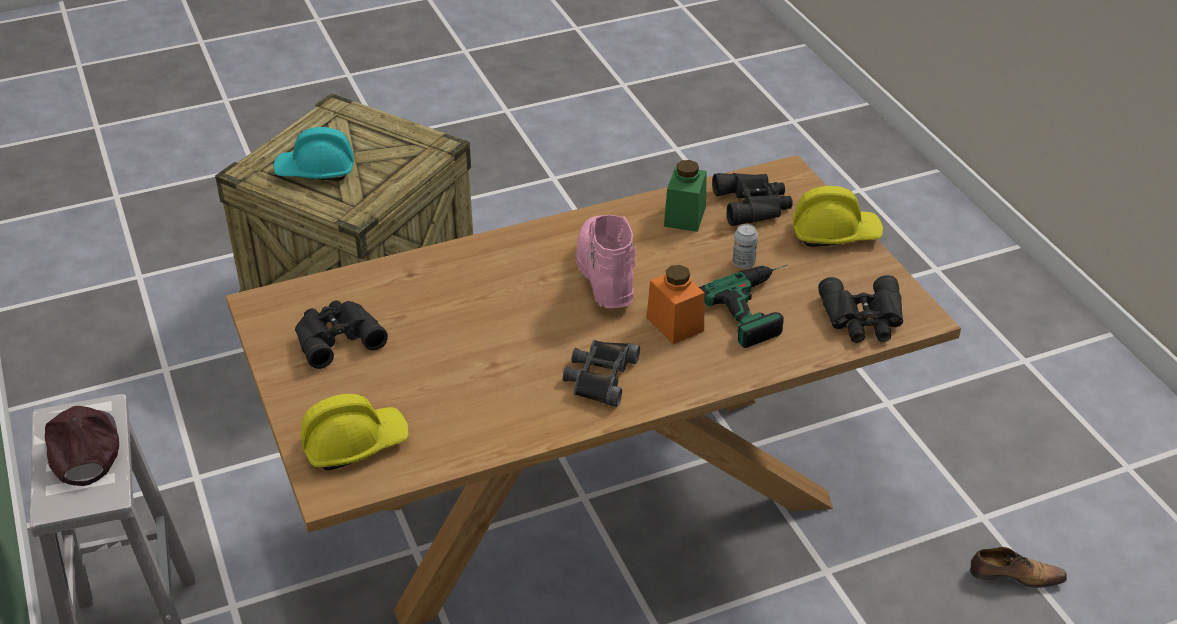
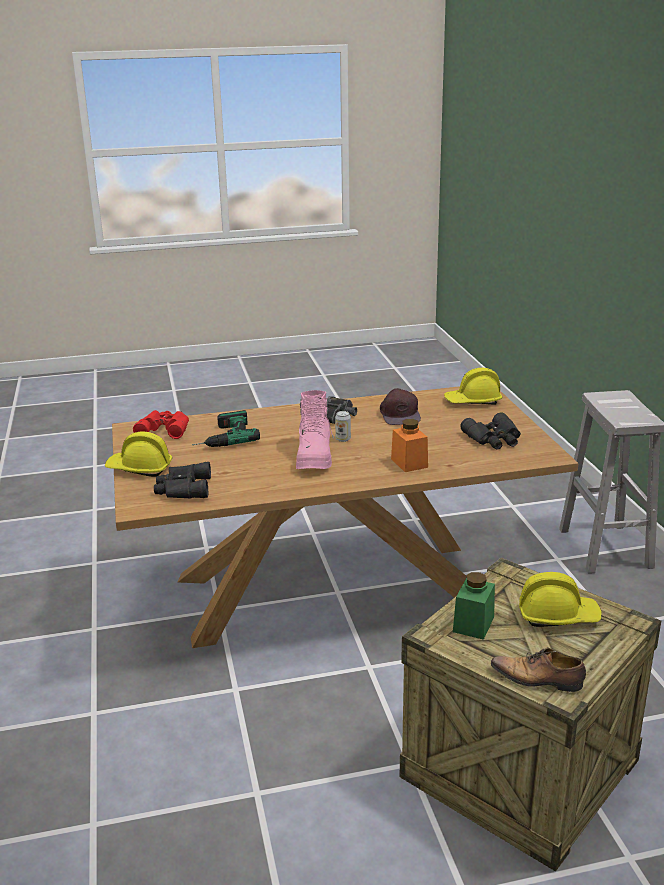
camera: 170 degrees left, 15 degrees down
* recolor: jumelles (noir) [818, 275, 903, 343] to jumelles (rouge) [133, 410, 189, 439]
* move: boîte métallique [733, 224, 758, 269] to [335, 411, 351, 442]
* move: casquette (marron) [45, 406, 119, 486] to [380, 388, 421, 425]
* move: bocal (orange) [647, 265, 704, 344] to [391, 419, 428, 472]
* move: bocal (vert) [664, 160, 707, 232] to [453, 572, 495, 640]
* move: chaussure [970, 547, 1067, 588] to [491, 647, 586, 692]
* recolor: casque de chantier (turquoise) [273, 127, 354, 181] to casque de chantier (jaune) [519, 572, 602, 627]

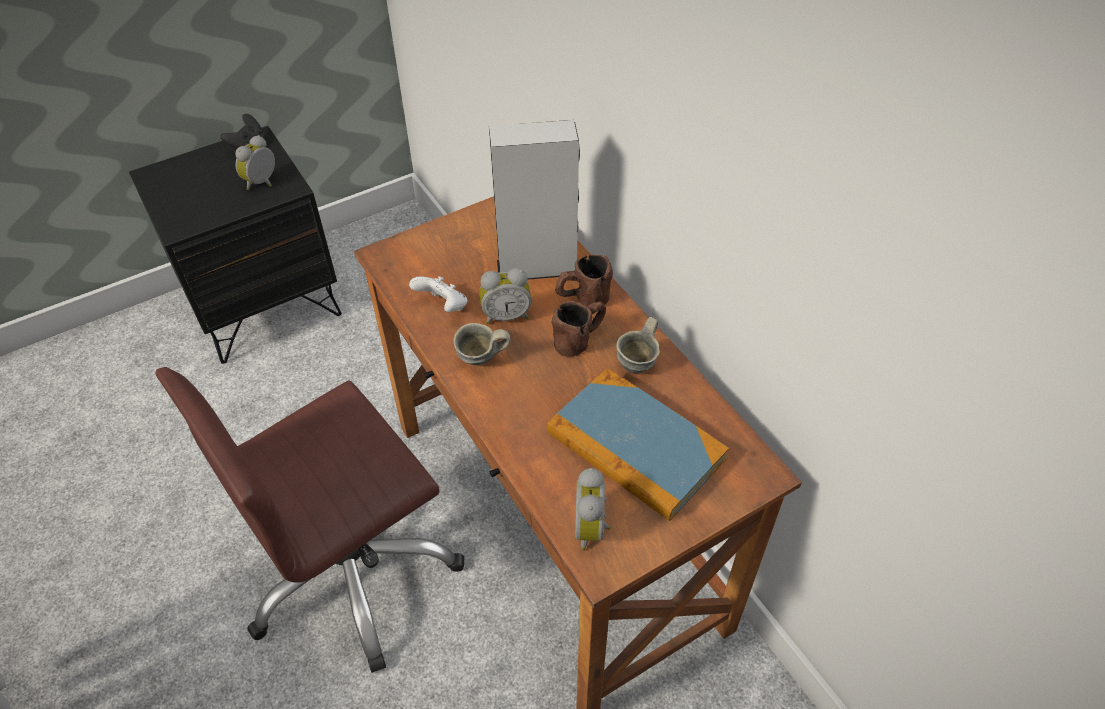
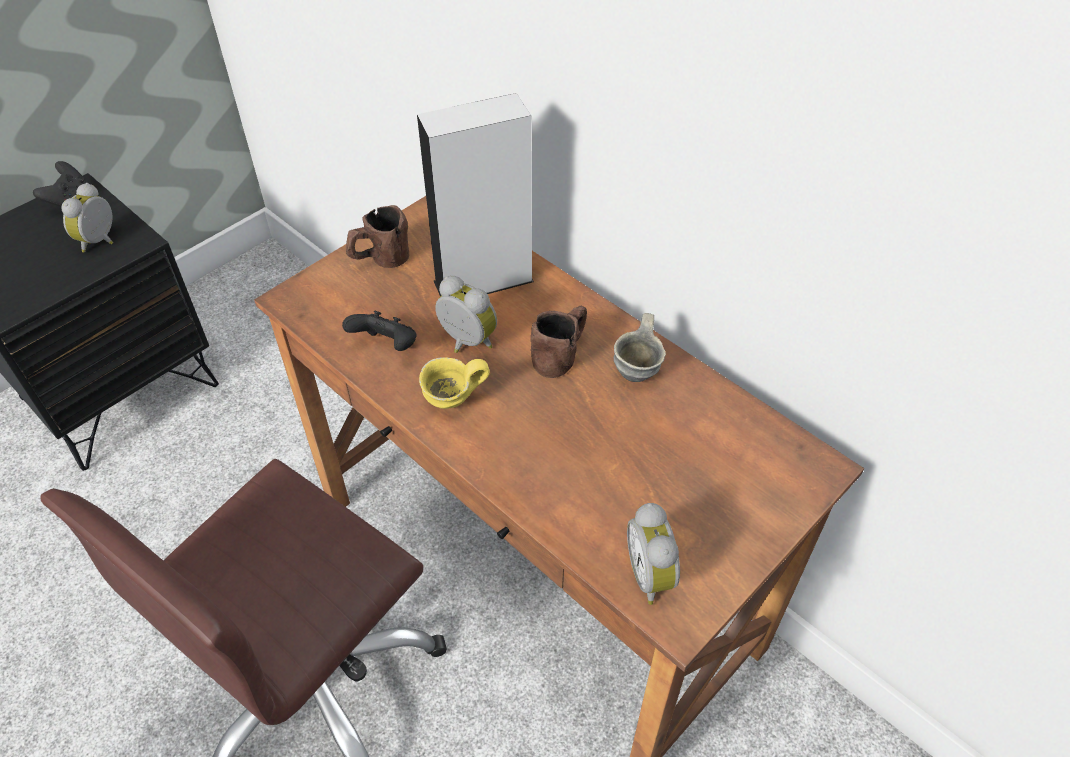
camera: 15 degrees left, 0 degrees up
* recolor: manette (blanc) [409, 276, 467, 312] to manette (noir) [342, 311, 417, 351]
* move: mug (marron) [555, 254, 613, 306] to [346, 205, 409, 268]
* recolor: mug (gris) [454, 323, 511, 365] to mug (jaune) [419, 357, 490, 409]
* rotate: réveil [479, 268, 531, 324] = [435, 276, 497, 353] 120 degrees counterclockwise
* delete: livre [547, 368, 729, 521]

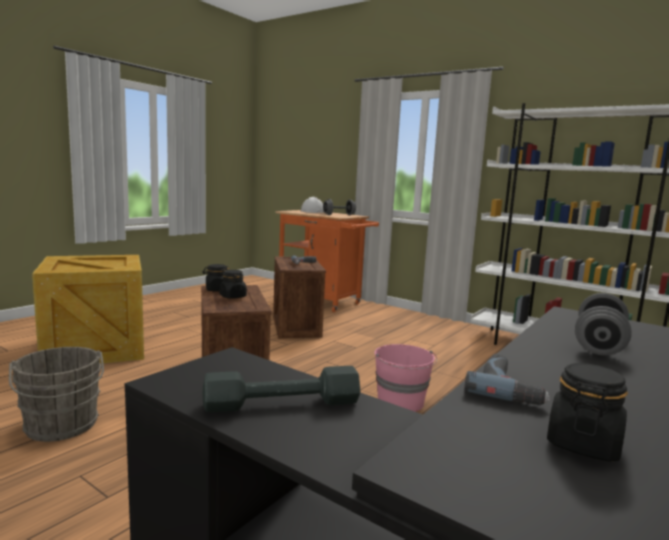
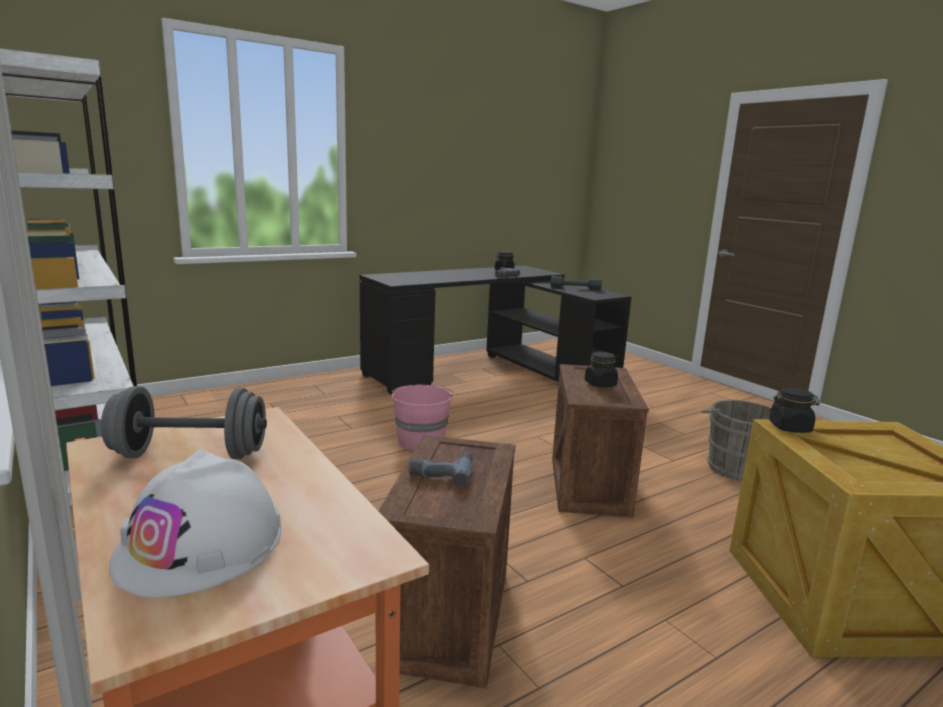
camera: 160 degrees left, 5 degrees up
* move: bocal (noir) [202, 264, 230, 292] to [769, 387, 820, 433]
* delete: haltère (gris) [575, 293, 632, 356]

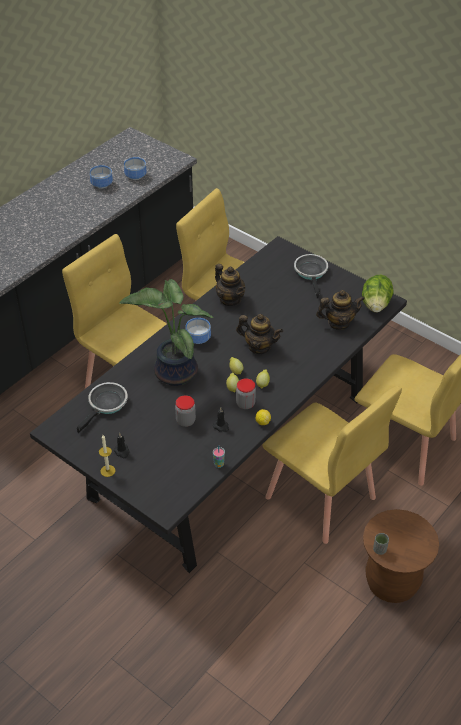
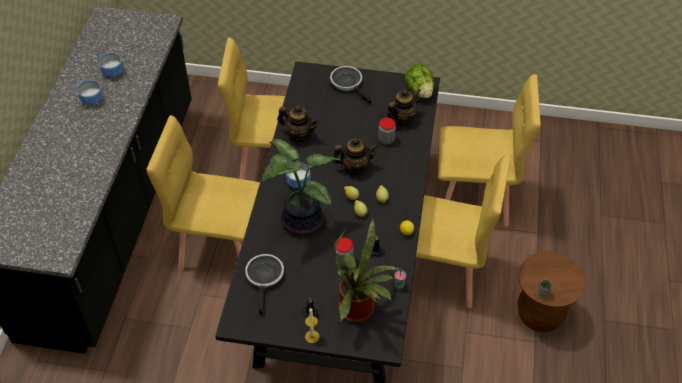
camera: 30 degrees left, 5 degrees up
* move: bol [124, 157, 147, 180] to [77, 80, 103, 105]
* insert: plante en pot [334, 219, 400, 322]
* move: bocal [236, 378, 256, 409] to [378, 118, 396, 145]

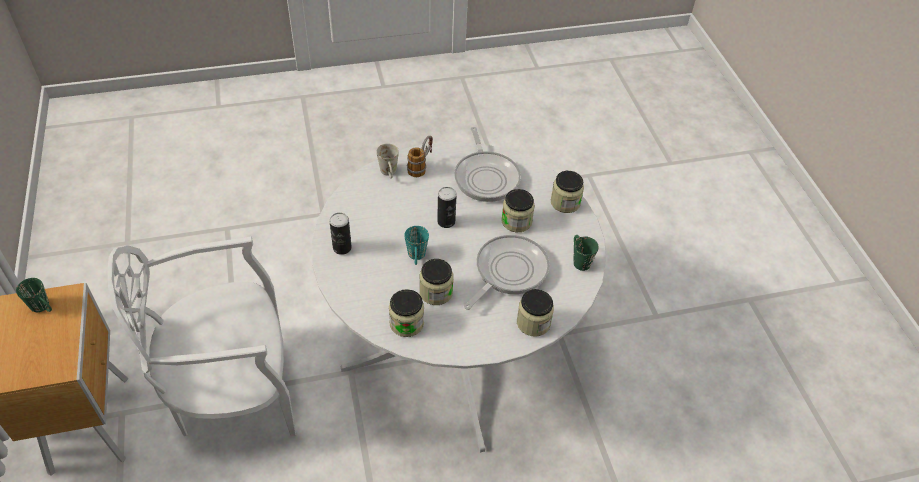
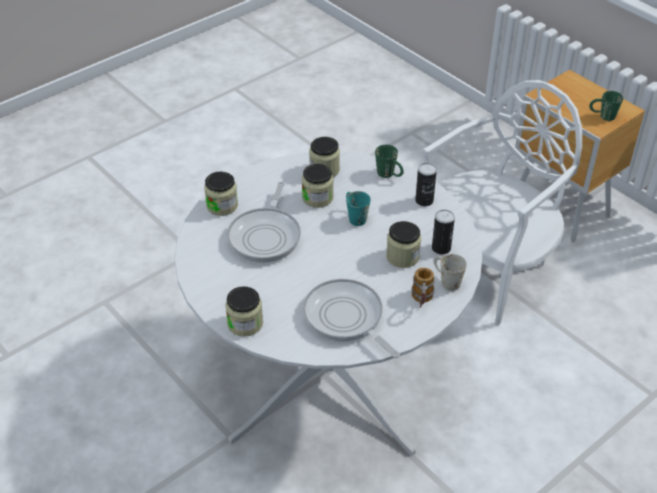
camera: 155 degrees right, 5 degrees down
* move: mug (vert) [573, 235, 599, 271] to [375, 145, 404, 178]
* move: bocal [501, 189, 535, 232] to [386, 221, 421, 268]
* move: boîte métallique [437, 187, 457, 228] to [432, 210, 455, 255]

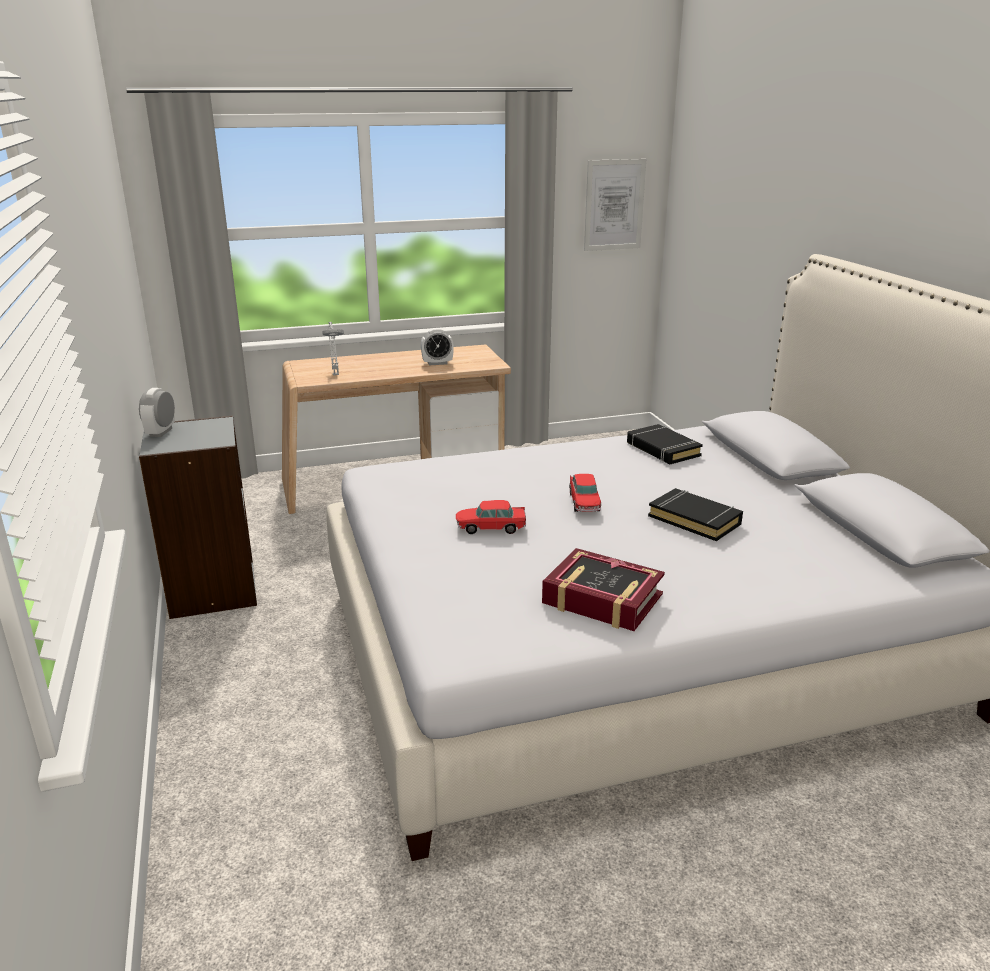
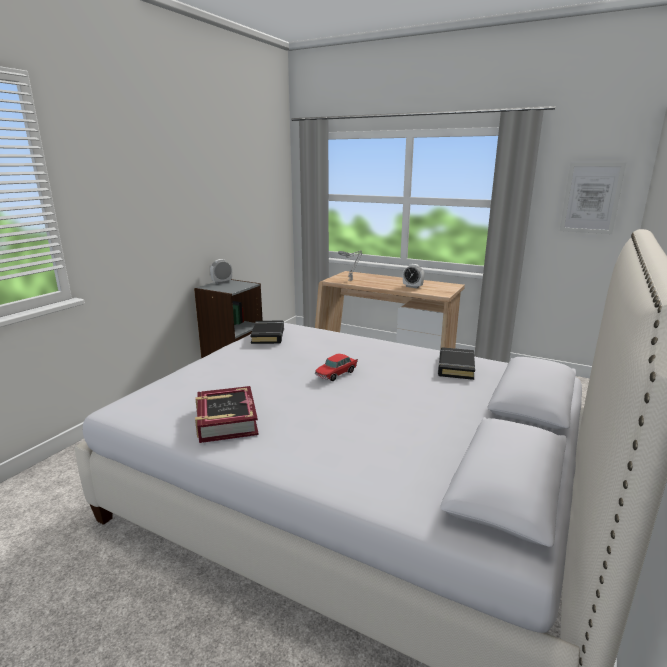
camera: 45 degrees right, 5 degrees down
* move: livre (noir) [648, 488, 743, 541] to [250, 321, 284, 344]
* delete: petite voiture [456, 500, 527, 534]

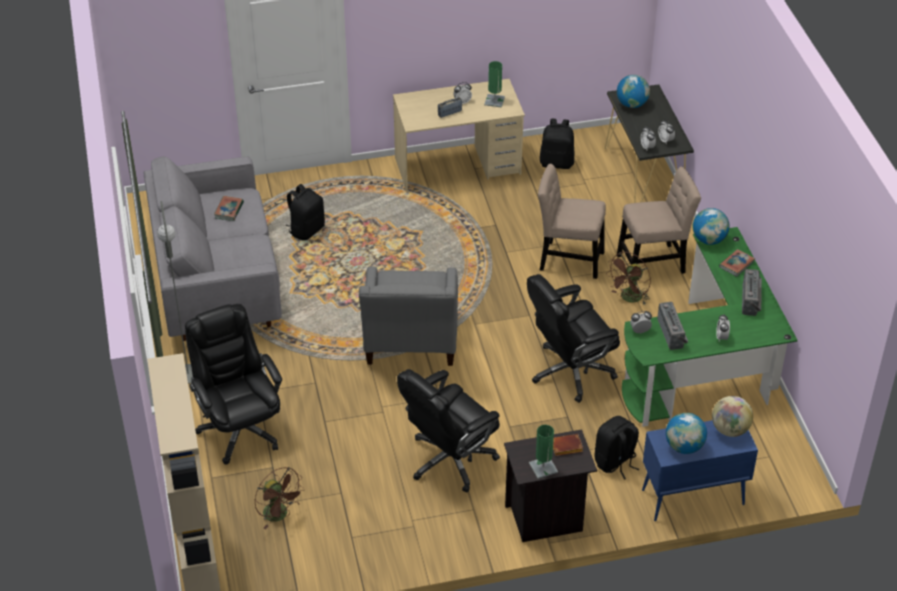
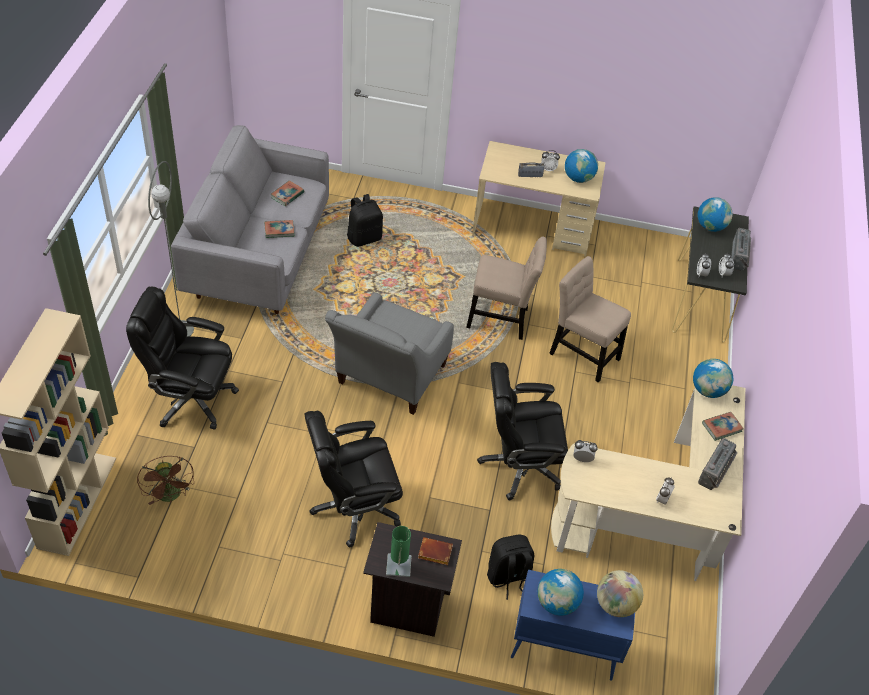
camera: 20 degrees right, 5 degrees up
* rotate: chaise de bureau (noir) [185, 304, 282, 465] = [126, 287, 239, 430] 75 degrees counterclockwise
* insert: livre [264, 220, 295, 238]
* move: chaise (beige) [617, 166, 701, 274] to [466, 236, 547, 340]
* recolor: bureau (vert) [622, 227, 798, 427] to bureau (beige) [551, 385, 745, 581]
* replace: lampe de table (vert) [484, 61, 505, 108] to globe [565, 149, 598, 183]
* move: radio [657, 302, 688, 350] to [731, 228, 751, 271]
* delete: sac à dos (noir) [540, 119, 574, 169]
* delete: ventilateur (marron) [607, 252, 651, 305]

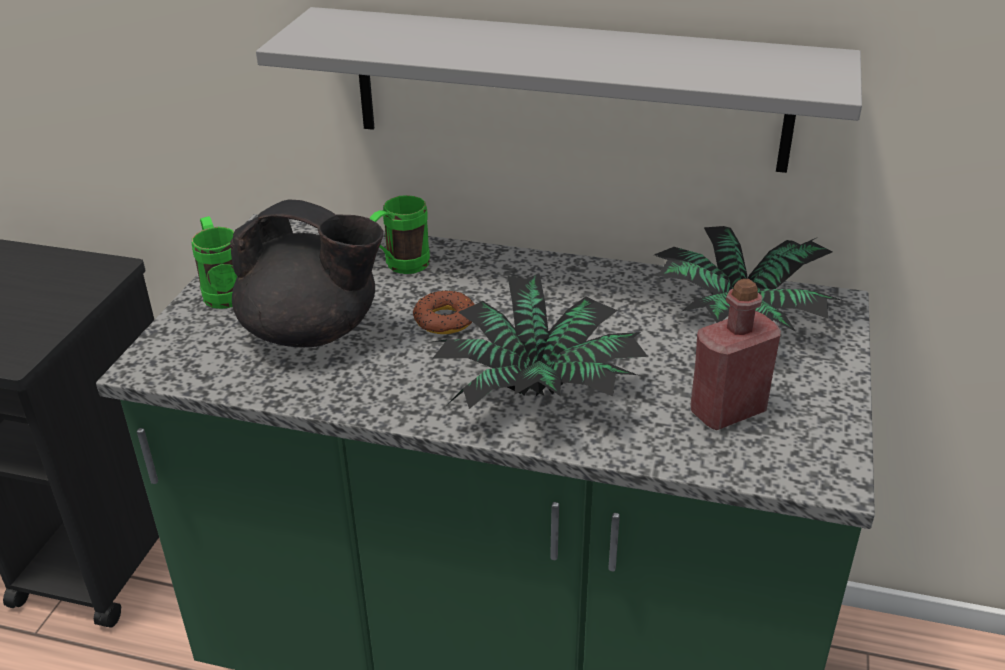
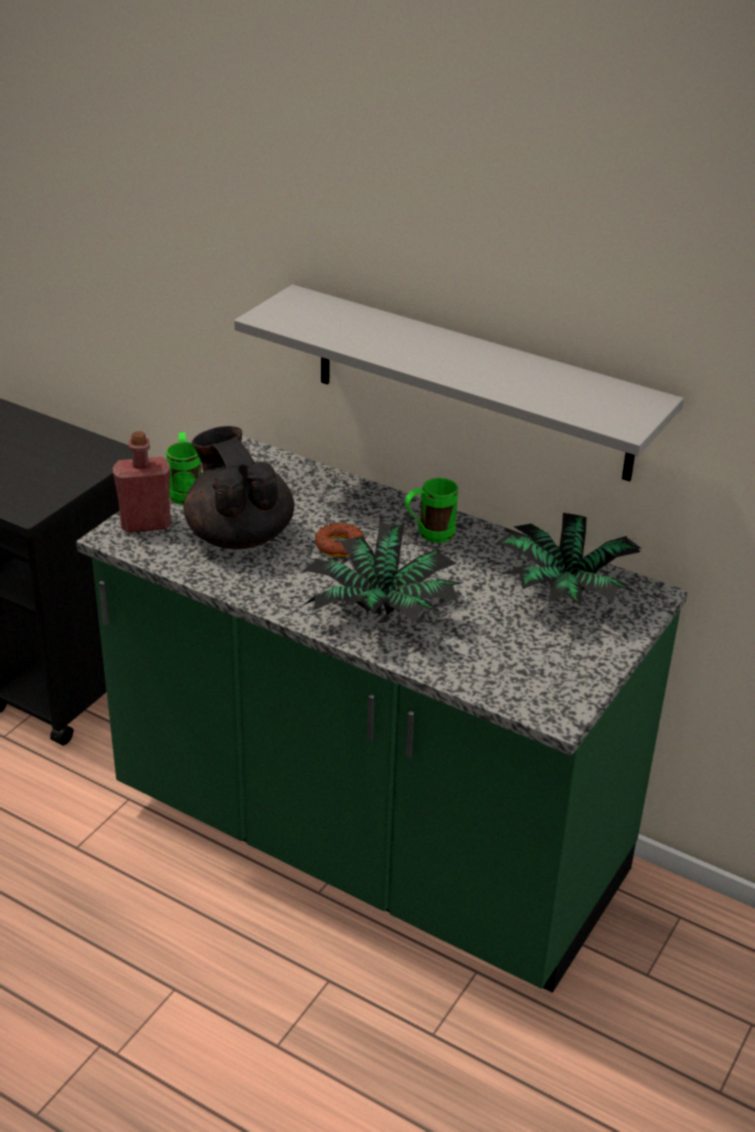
camera: 15 degrees right, 0 degrees up
* move: bouteille (rouge) [691, 279, 781, 430] to [113, 431, 171, 533]
* rotate: théière (noir) [230, 200, 383, 347] = [184, 426, 294, 549] 150 degrees counterclockwise
* move: mug (vert) [369, 195, 430, 274] to [405, 478, 458, 543]

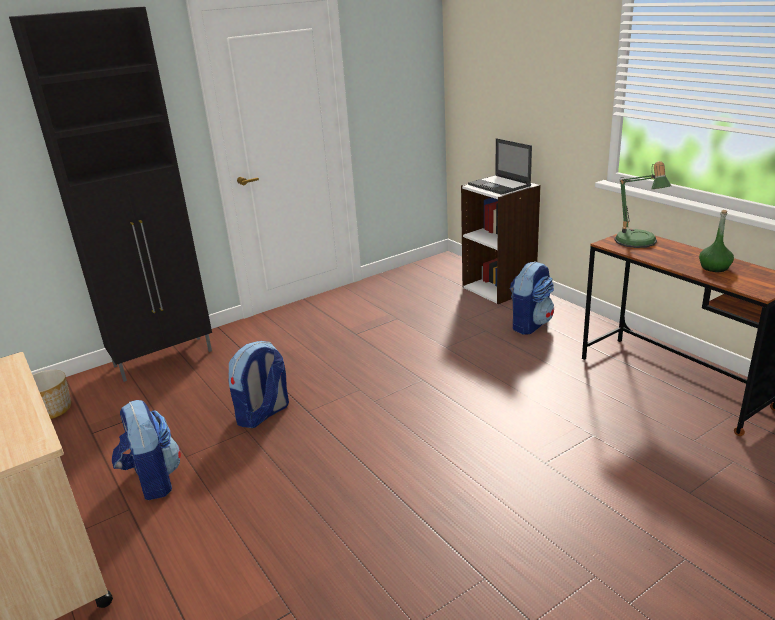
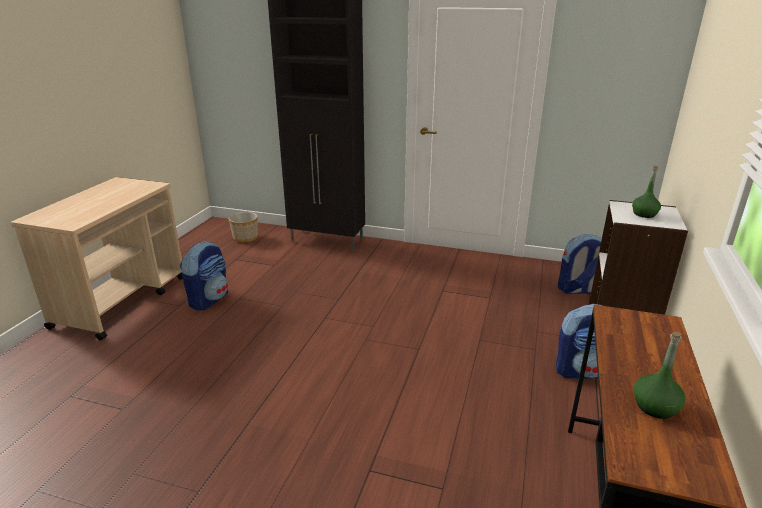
camera: 50 degrees right, 0 degrees up
* move: sac à dos [228, 341, 289, 428] to [558, 234, 602, 294]
* replace: ordinateur portable [468, 138, 532, 195] to bouteille (vert) [632, 165, 661, 218]
* delete: lampe de table [614, 161, 672, 248]

